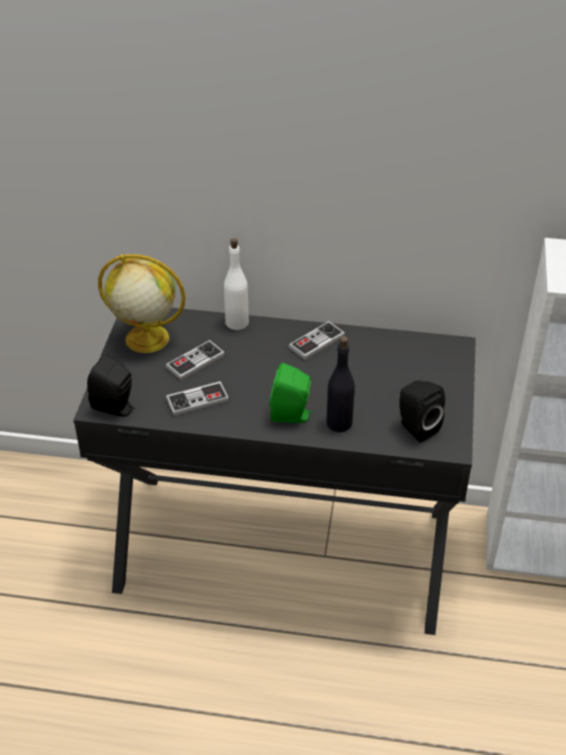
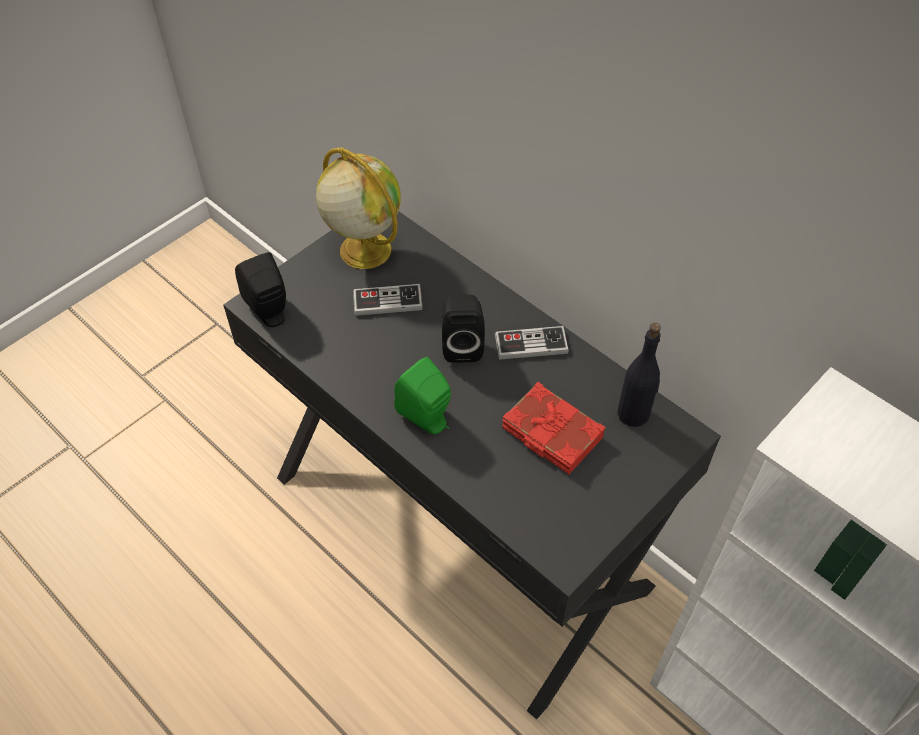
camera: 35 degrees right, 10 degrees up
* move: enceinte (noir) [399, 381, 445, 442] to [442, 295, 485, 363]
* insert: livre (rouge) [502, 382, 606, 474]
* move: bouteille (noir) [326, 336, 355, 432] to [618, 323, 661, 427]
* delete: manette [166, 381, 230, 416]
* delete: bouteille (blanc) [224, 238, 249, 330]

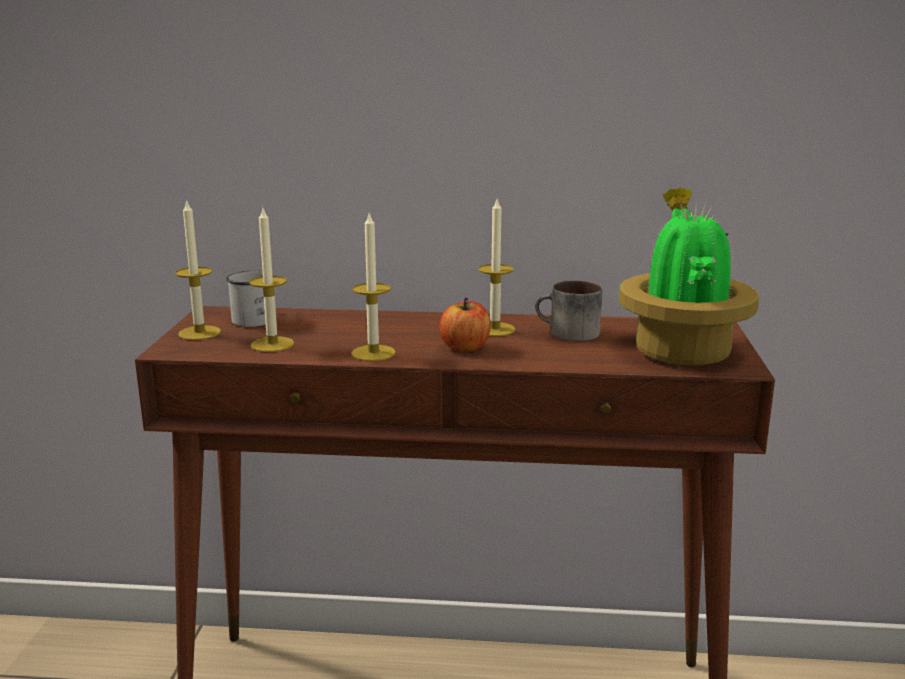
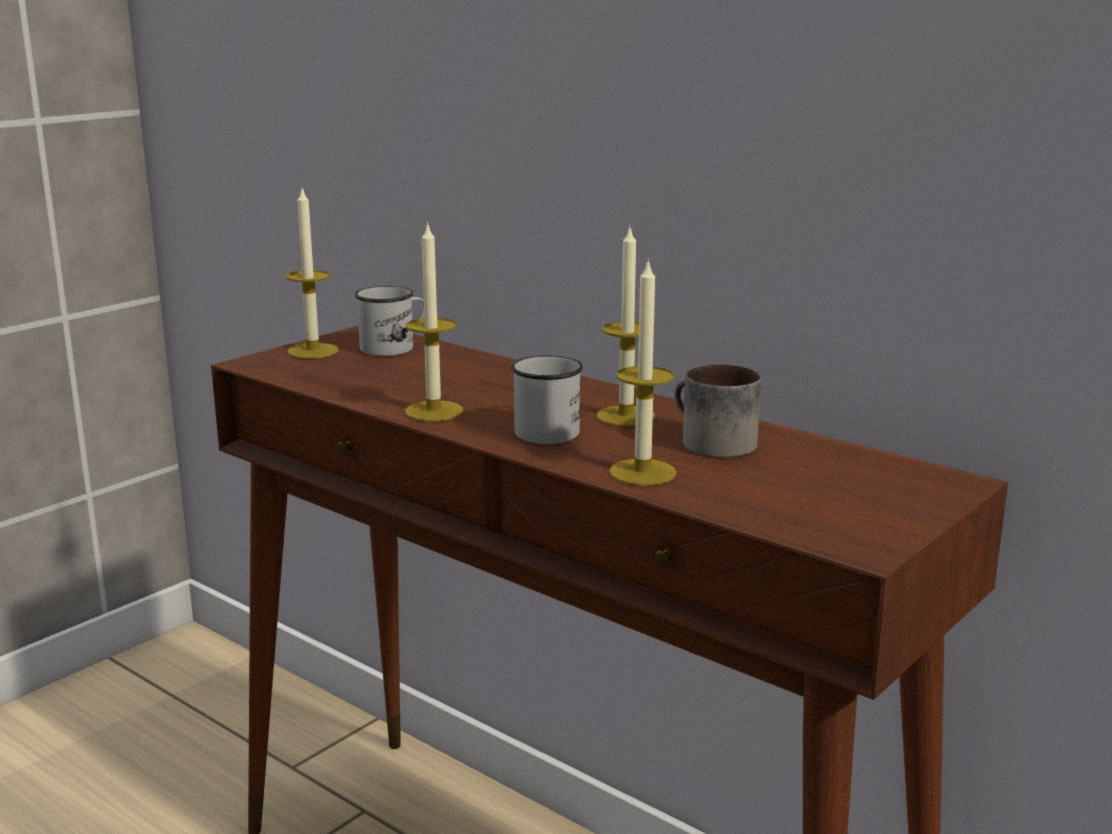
camera: 35 degrees right, 0 degrees up
* replace: pomme [439, 298, 491, 352] to mug (blanc) [511, 355, 583, 444]
* move: bougie [249, 206, 294, 352] to [609, 260, 676, 486]
* delete: plante en pot [619, 187, 759, 366]

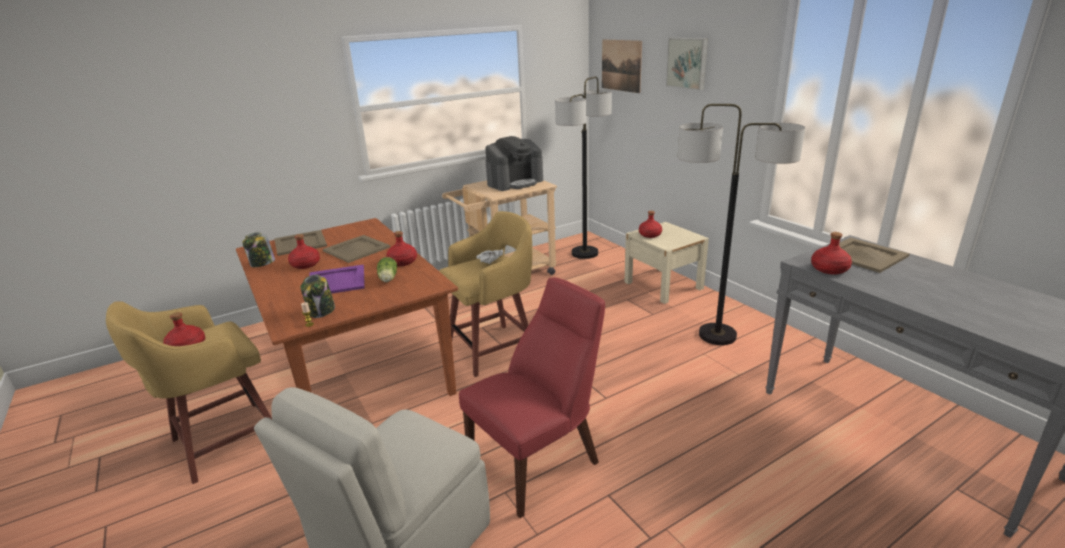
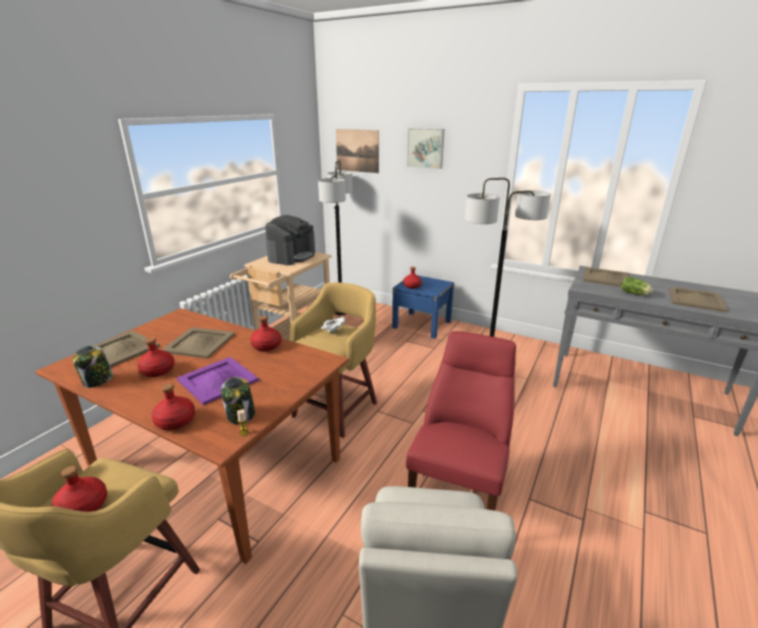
camera: 30 degrees left, 0 degrees up
* move: bouteille (rouge) [811, 232, 852, 275] to [152, 383, 195, 430]
* recolor: table de chevet (beige) [624, 222, 709, 304] to table de chevet (bleu) [392, 275, 454, 338]
* move: laitue [377, 257, 397, 282] to [621, 277, 653, 295]
* insert: plateau (beige) [669, 286, 728, 312]

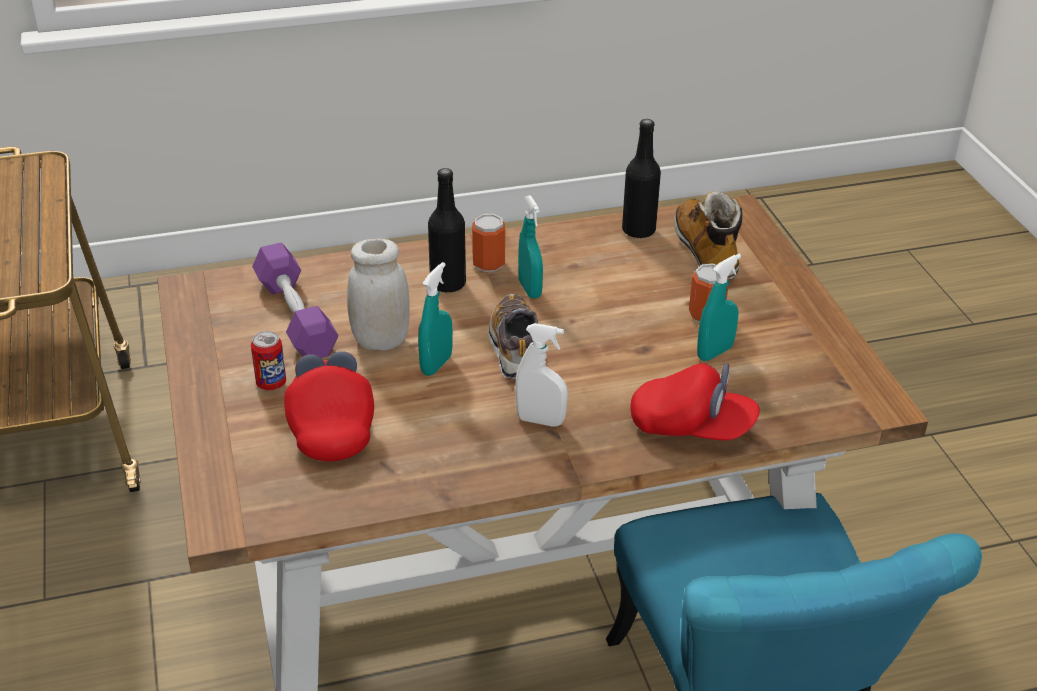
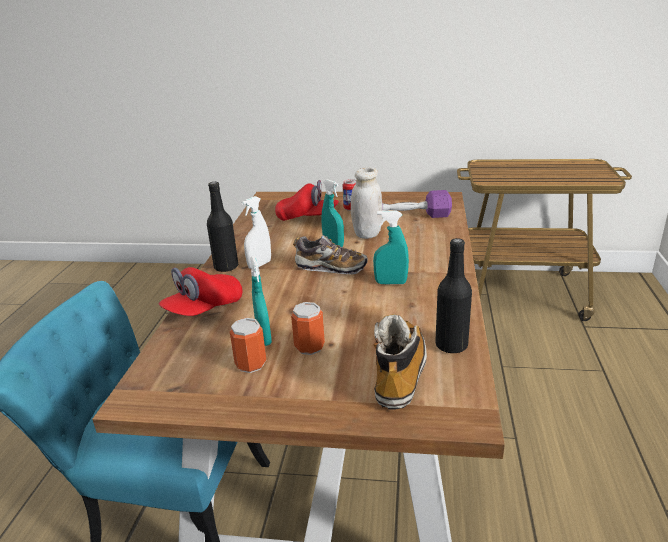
camera: 115 degrees right, 10 degrees down
* move: bouteille (noir) [428, 168, 466, 293] to [207, 182, 238, 272]
* move: boîte métallique [472, 214, 505, 272] to [230, 318, 266, 373]
* rotate: botte [675, 191, 742, 280] = [374, 314, 427, 410] 90 degrees counterclockwise

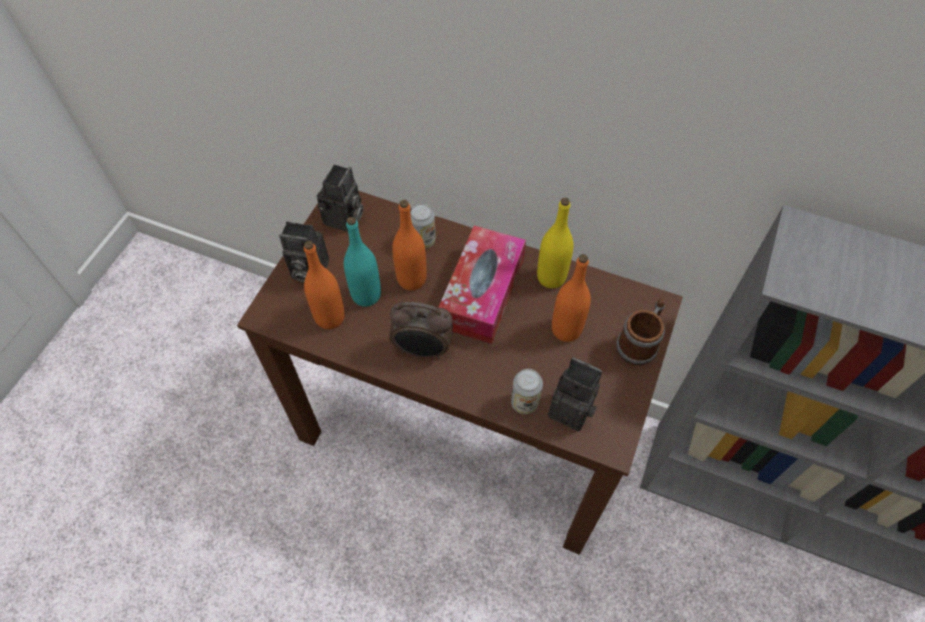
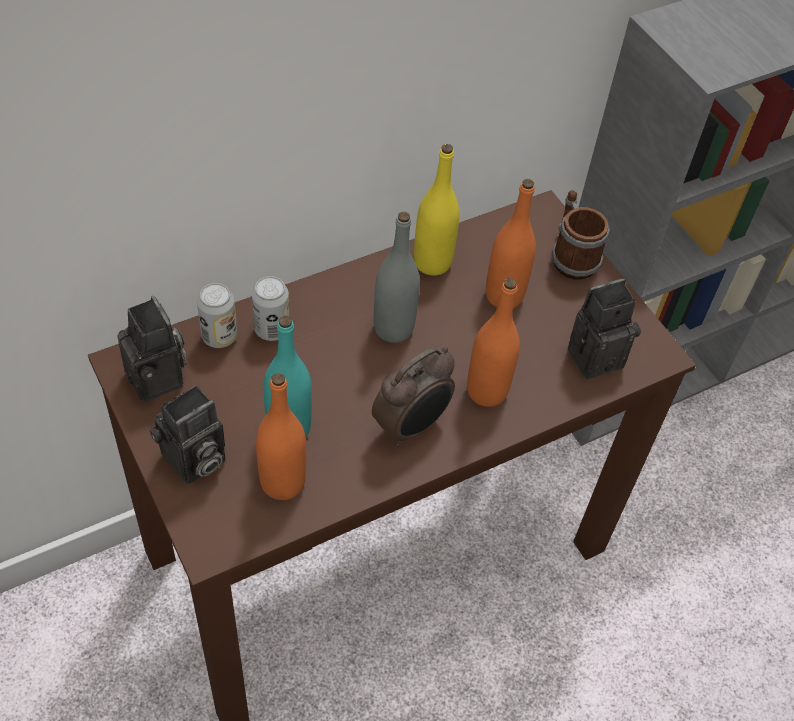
camera: 55 degrees left, 5 degrees down
* move: boîte métallique [511, 369, 543, 414] to [197, 283, 237, 348]
* replace: boîte à mouchoirs [438, 226, 526, 344] to bouteille (gris) [374, 212, 420, 343]
* move: bouteille (orange) [392, 200, 427, 290] to [467, 278, 520, 407]

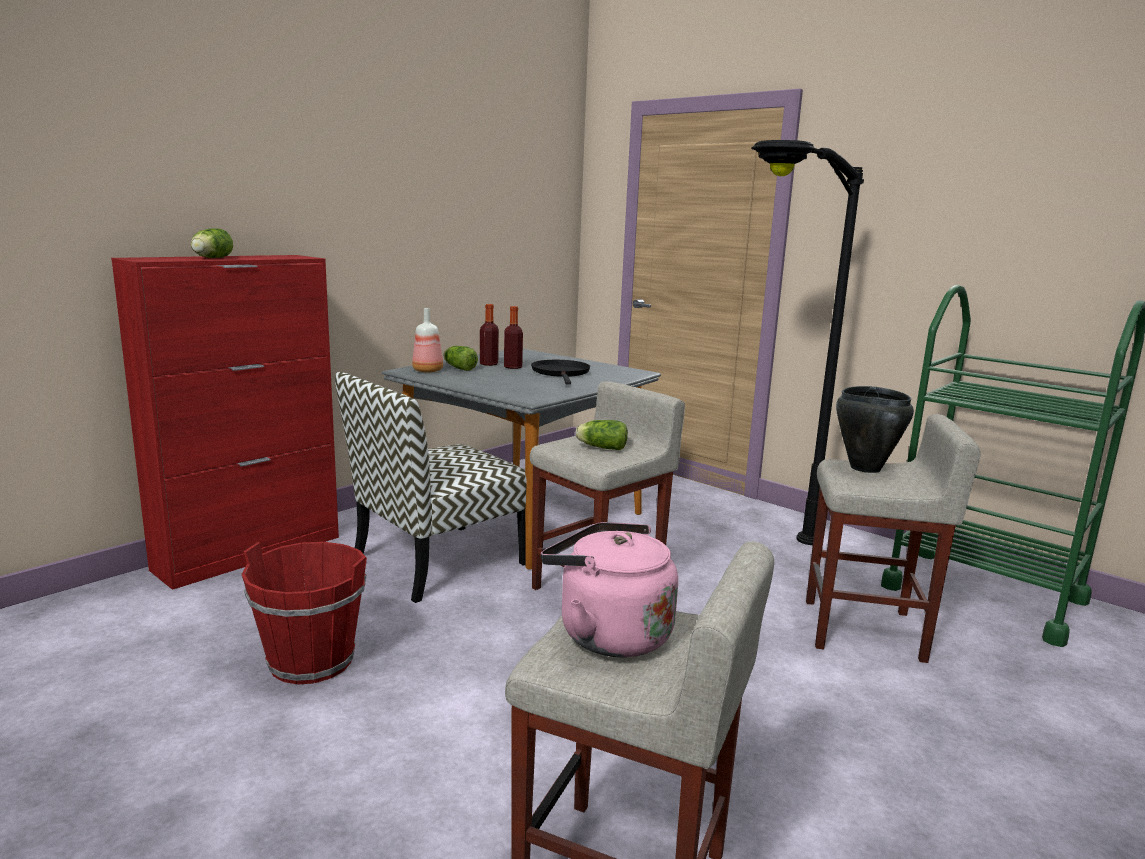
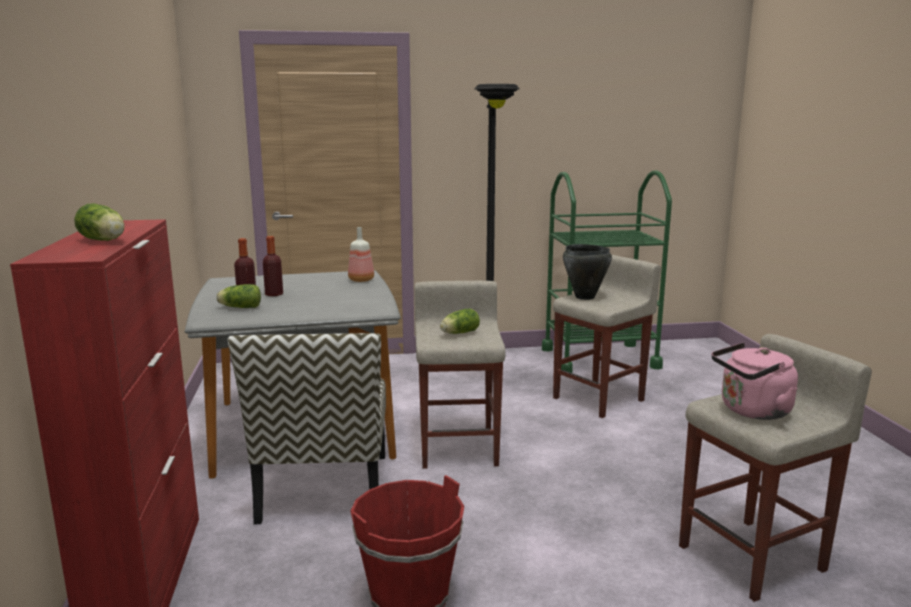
camera: 50 degrees left, 0 degrees up
* move: bouteille [412, 308, 443, 372] to [348, 227, 374, 282]
* delete: poêle (noir) [531, 360, 590, 384]

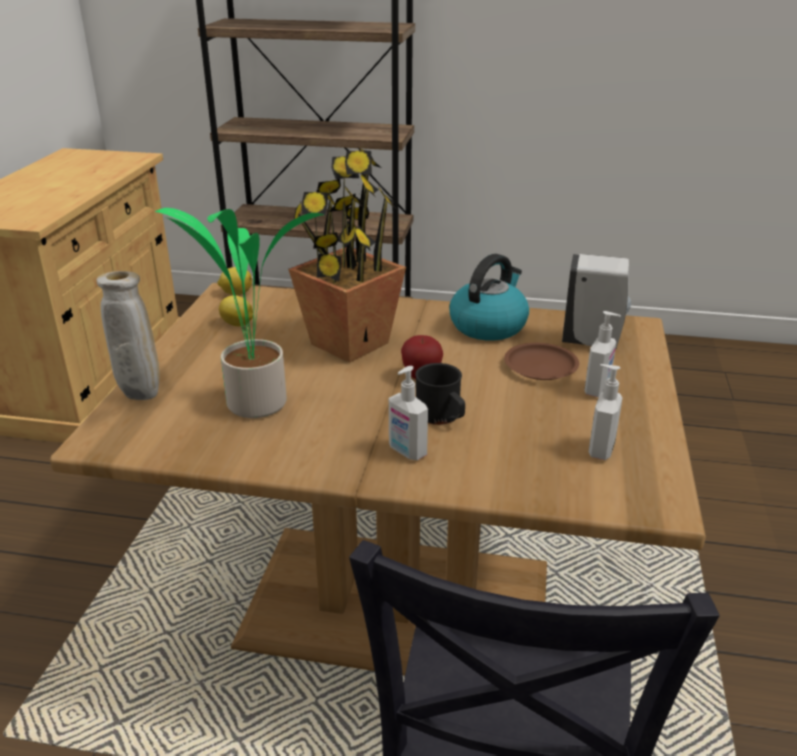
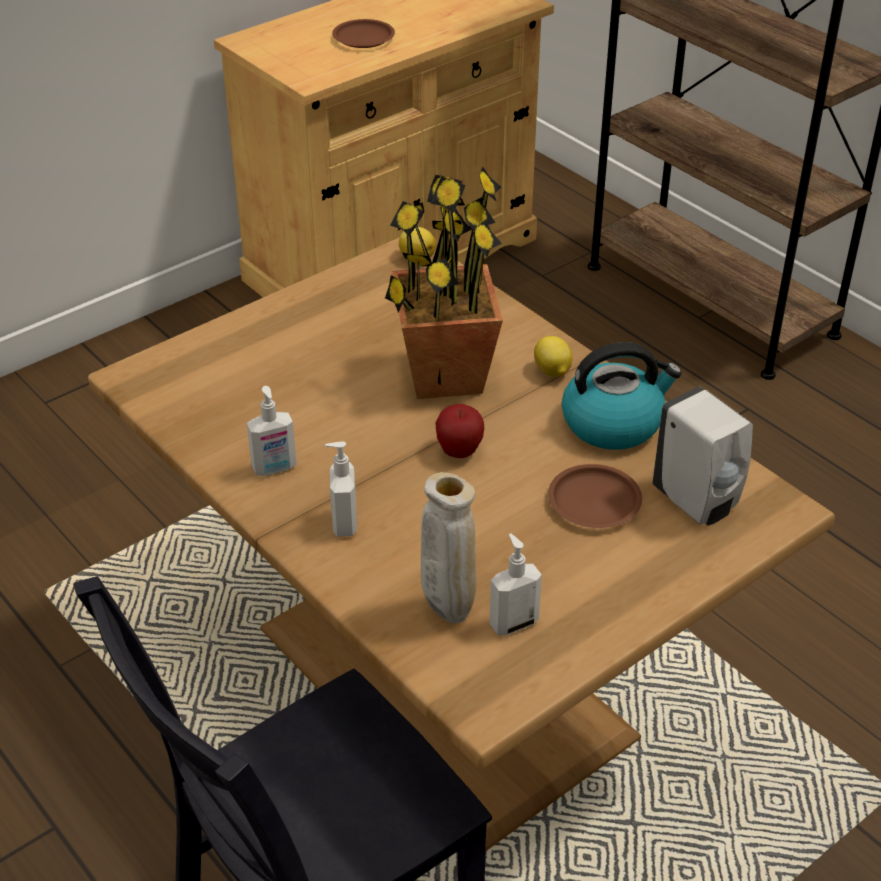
camera: 40 degrees right, 10 degrees up
* move: distributeur de savon [585, 311, 621, 397] to [247, 386, 297, 476]
* insert: assiette (marron) [332, 19, 395, 48]
* move: vase (beige) [96, 271, 159, 400] to [421, 472, 476, 623]
* move: citron [219, 295, 253, 326] to [534, 336, 573, 377]
* delete: plante en pot [155, 208, 324, 418]
* delete: mug (noir) [415, 363, 465, 425]

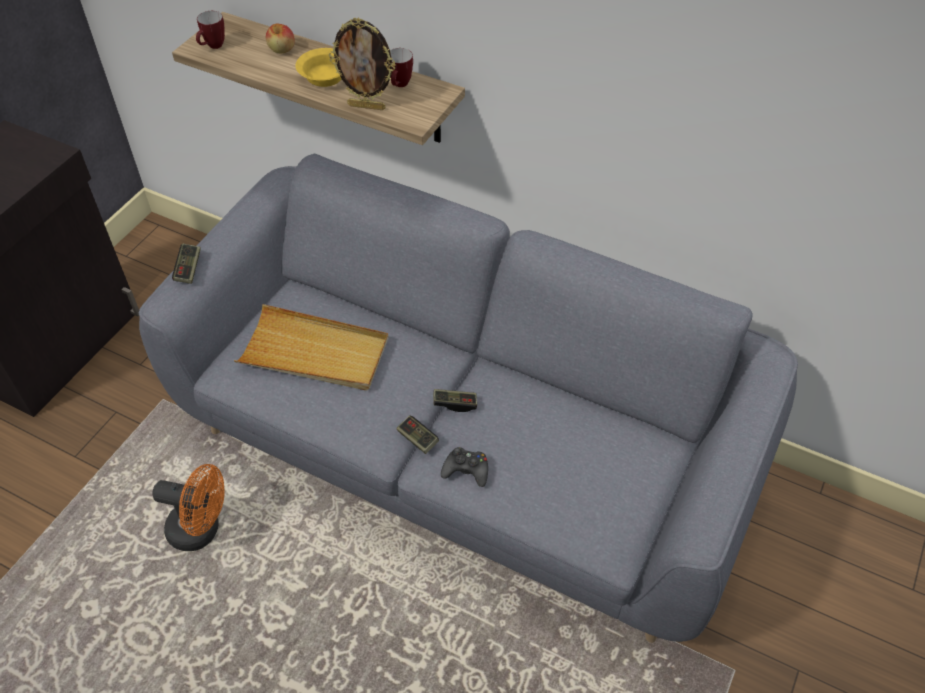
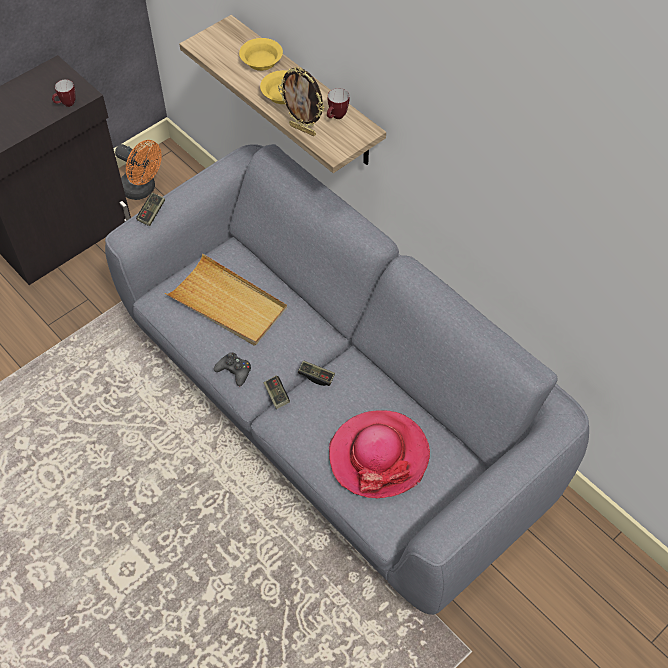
camera: 20 degrees right, 5 degrees up
* move: mug [196, 11, 225, 49] to [52, 79, 76, 107]
* move: ventilateur (orange) [152, 464, 224, 551] to [115, 140, 162, 200]
* move: manette (noir) [441, 447, 488, 487] to [214, 352, 251, 386]
* replace: pomme [266, 24, 295, 53] to bol (jaune) [239, 38, 283, 71]
* insert: chapeau [329, 410, 430, 499]

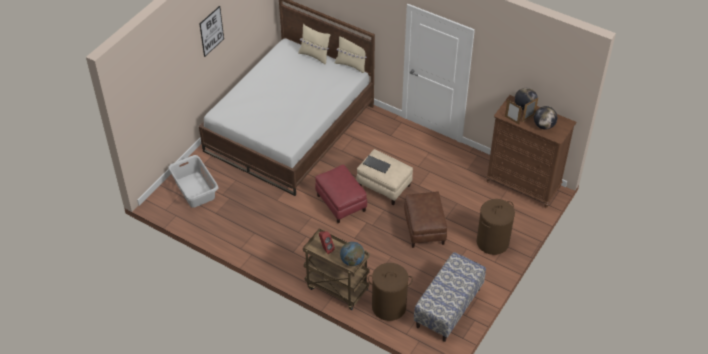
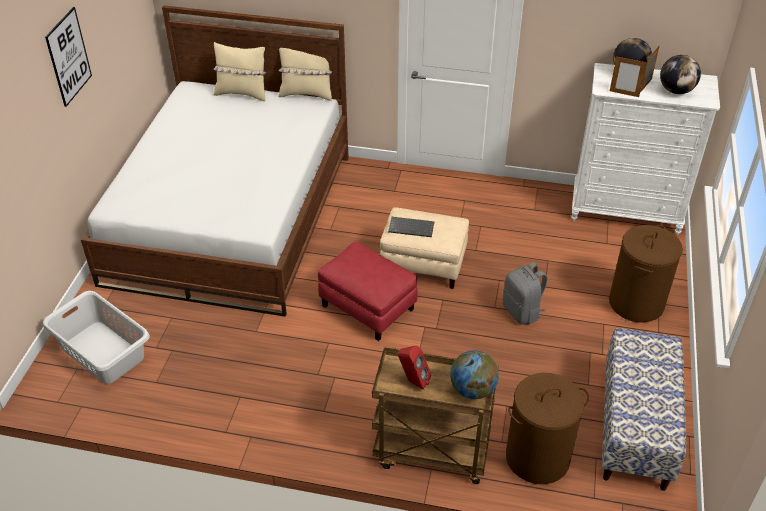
camera: 20 degrees left, 5 degrees down
* replace: pouf (marron) [404, 192, 447, 248] to sac à dos (gris) [503, 262, 547, 325]
* recolor: commode (marron) [486, 95, 576, 208] to commode (blanc) [571, 63, 720, 234]

